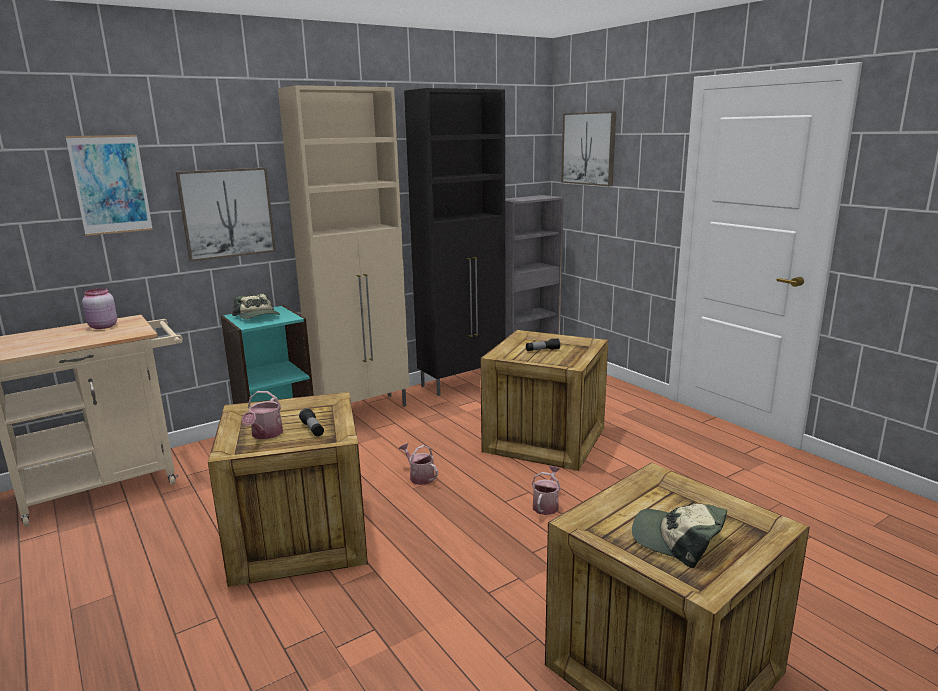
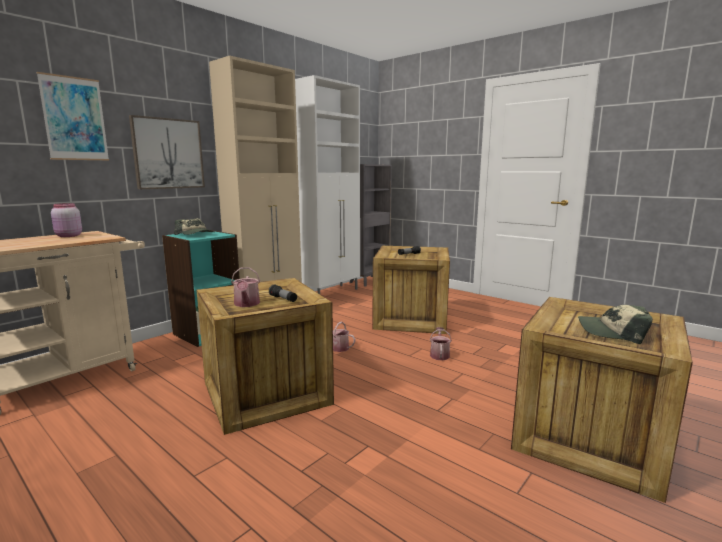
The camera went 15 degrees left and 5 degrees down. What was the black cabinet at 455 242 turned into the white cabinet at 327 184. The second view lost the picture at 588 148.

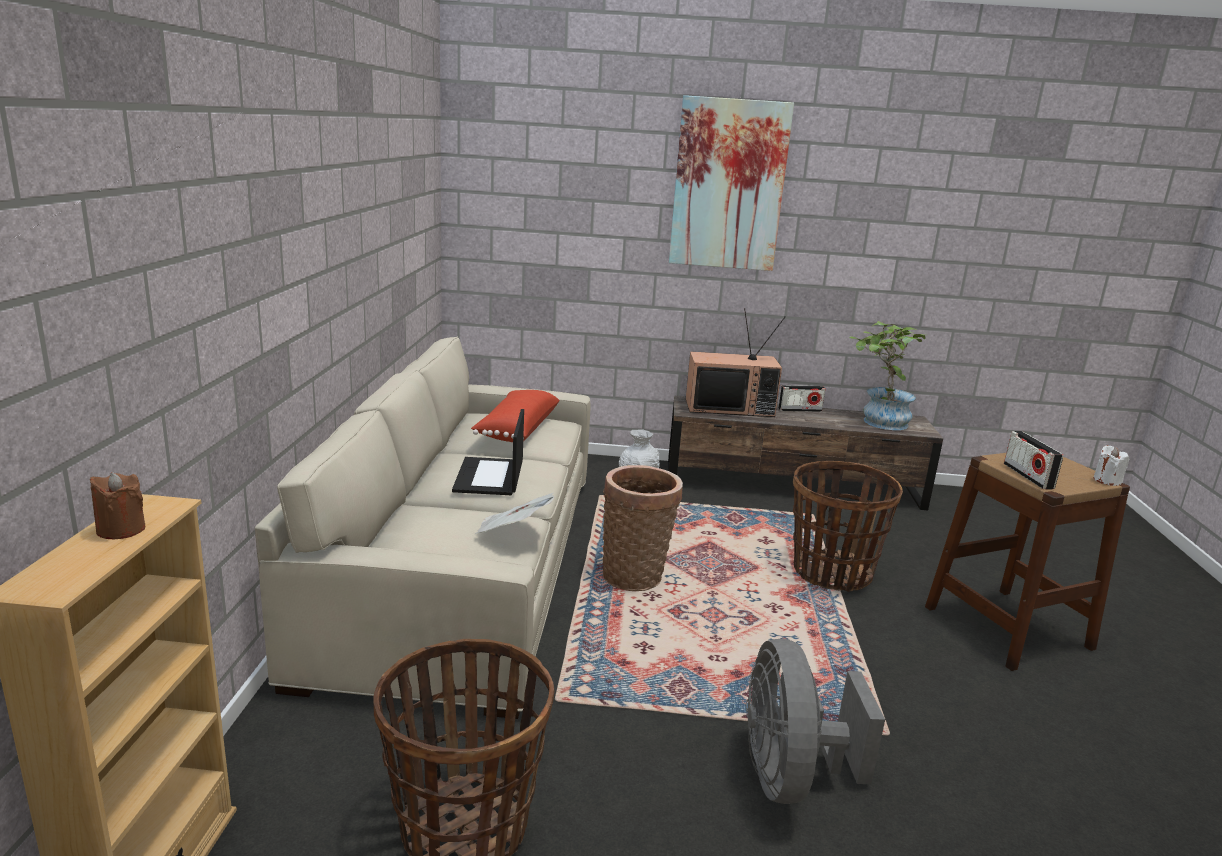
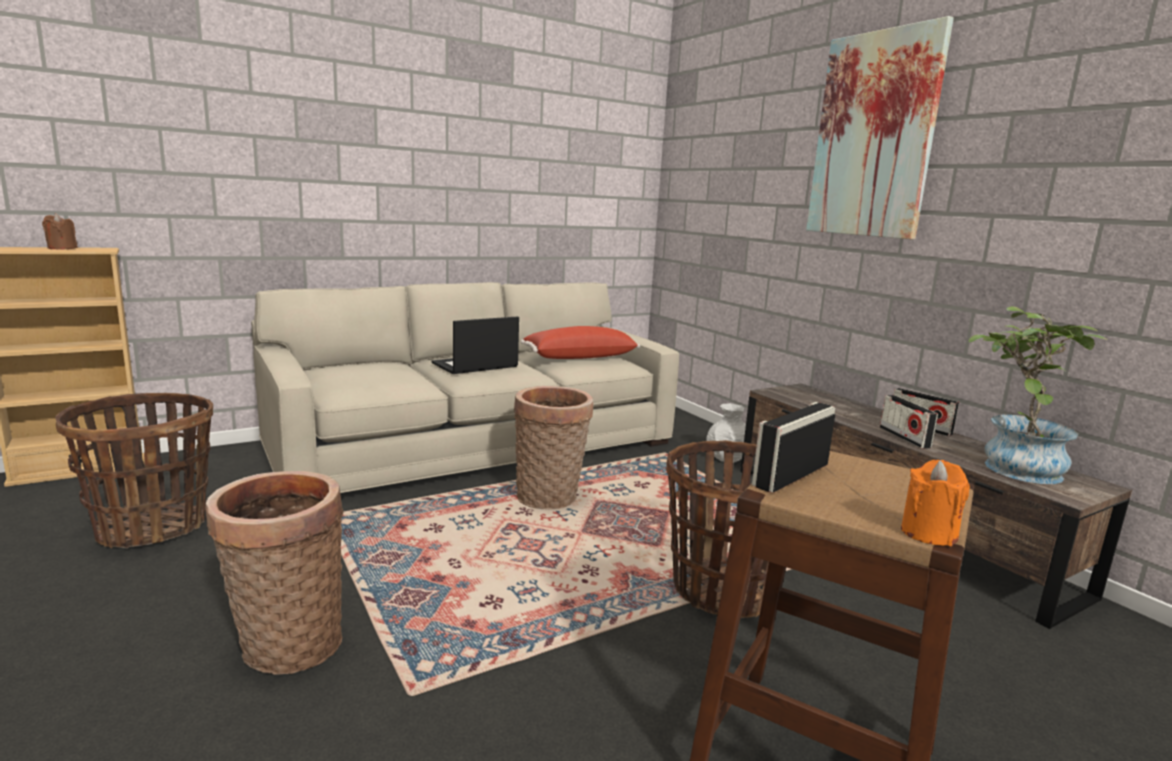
The camera went 55 degrees right and 5 degrees down. Where the grey fan stood at 815 721, the basket came to stand at 274 573. The second view gained the radio at 909 422. What was the white candle at 1111 465 turned into the orange candle at 935 503. The second view lost the newspaper at 515 513. The second view lost the television at 736 362.

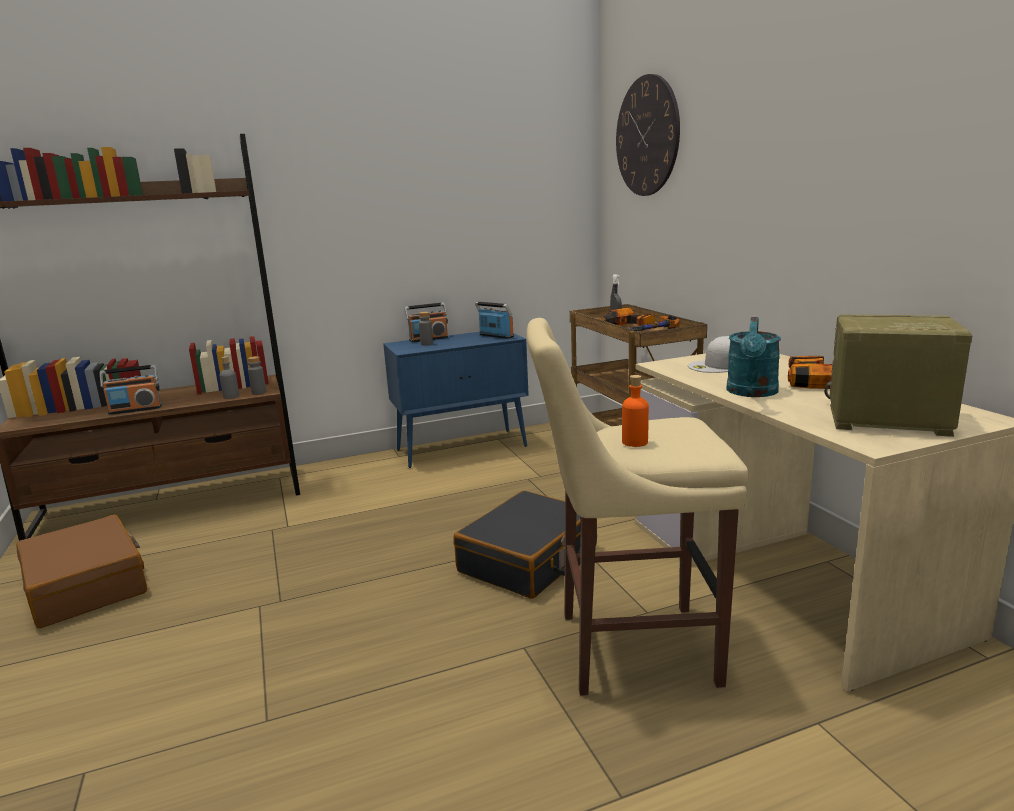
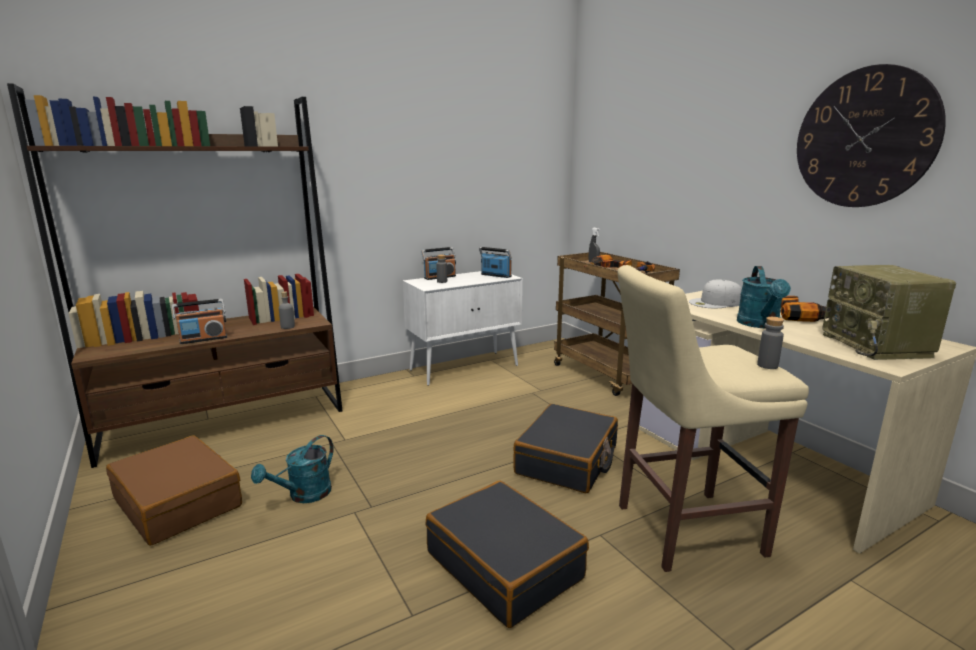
The camera went 10 degrees left and 0 degrees up. The second view gained the turquoise watering can at 292 469. What was the blue cabinet at 456 400 turned into the white cabinet at 463 328. The second view gained the black suitcase at 507 554. The grey bottle ended up elsewhere, having gone from 256 375 to 770 343. The wall clock ended up elsewhere, having gone from 648 135 to 871 135. The radio at 898 375 ended up facing another way, 105 degrees counterclockwise from before. The second view lost the orange bottle at 635 411.

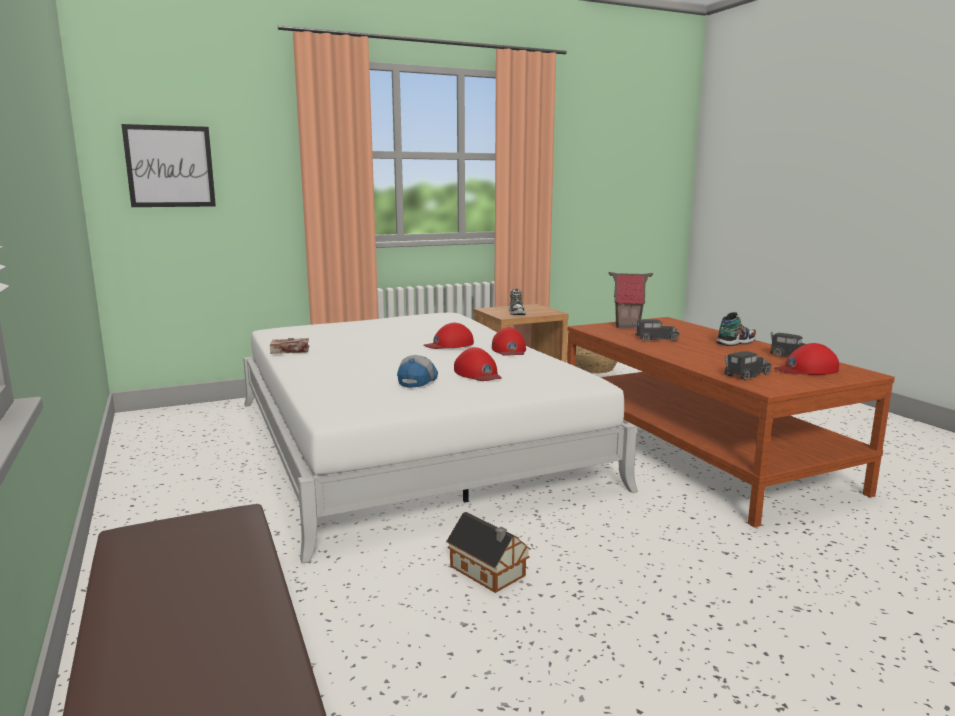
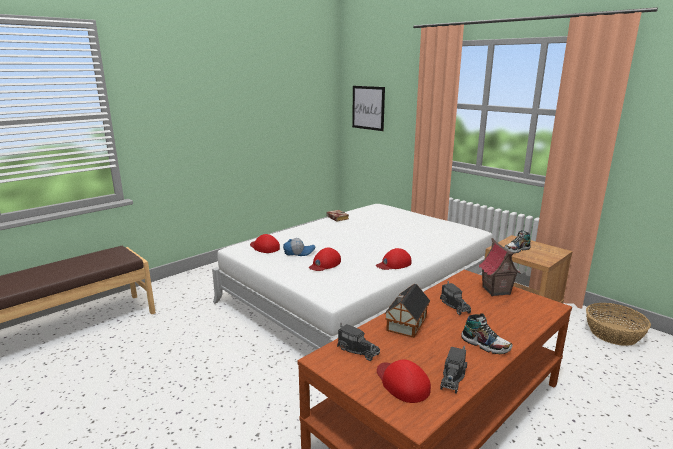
The camera went 70 degrees right and 5 degrees up. The red cap ended up elsewhere, having gone from 449 336 to 265 243. The toy house ended up elsewhere, having gone from 488 552 to 407 311.

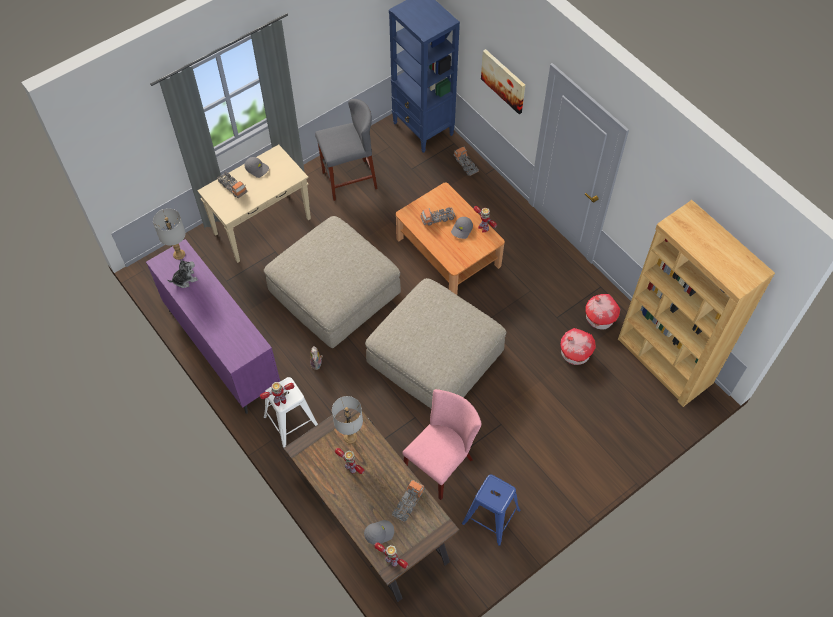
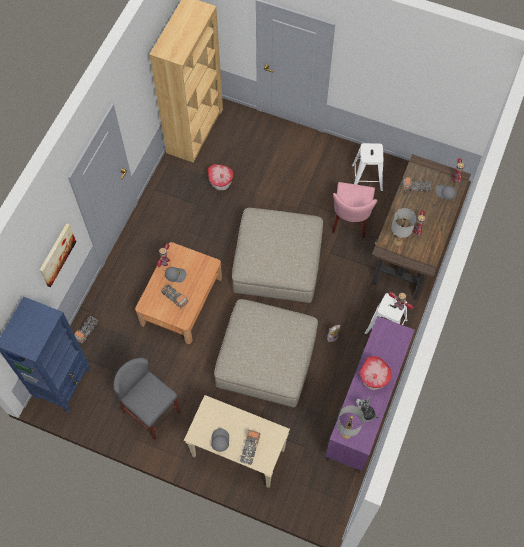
The camera went 120 degrees left and 5 degrees up. The pink chair at 442 444 ended up facing another way, 90 degrees counterclockwise from before. What was the blue stool at 491 510 turned into the white stool at 367 167. The toy house ended up elsewhere, having gone from 603 312 to 375 373.

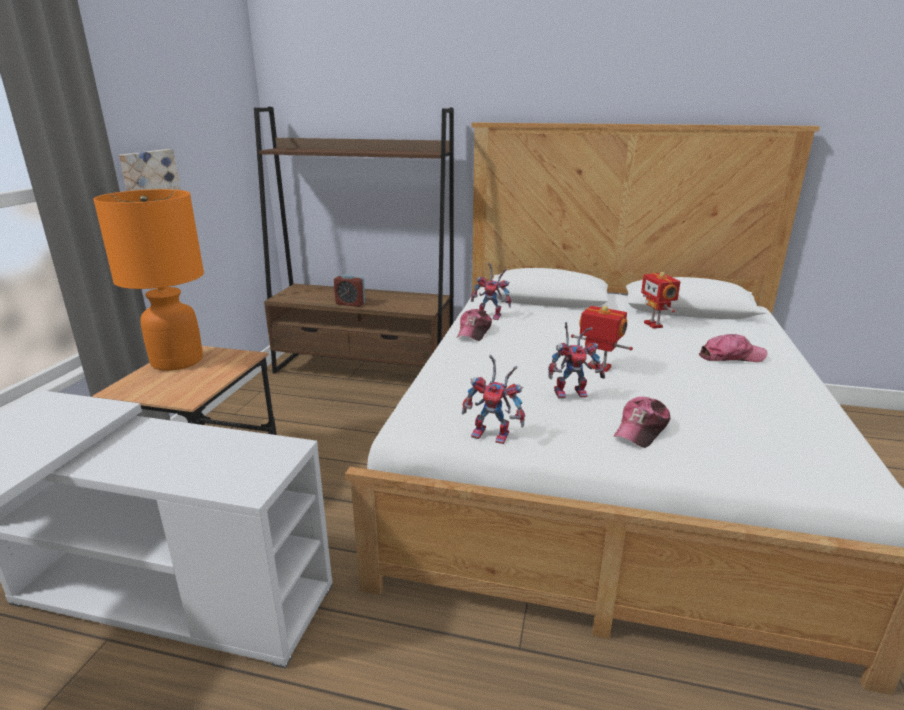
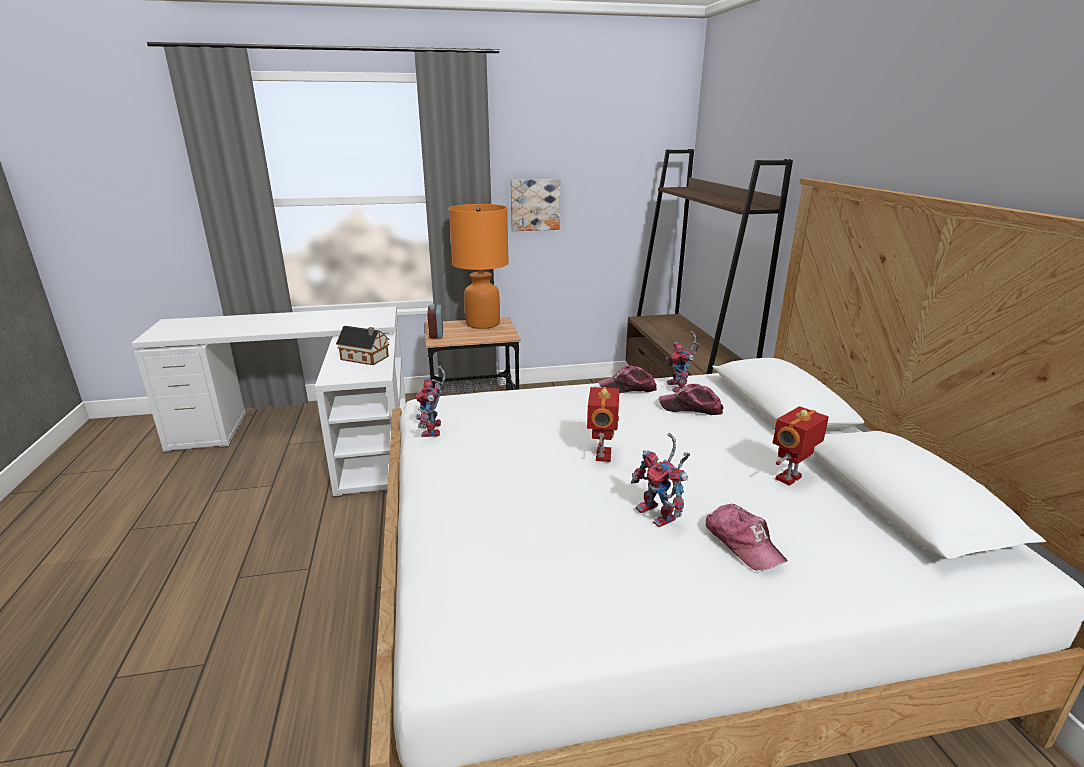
The camera went 65 degrees right and 0 degrees up. The second view gained the toy house at 363 345. The alarm clock ended up elsewhere, having gone from 349 290 to 435 322. The toy robot ended up elsewhere, having gone from 576 360 to 660 480. The cap ended up elsewhere, having gone from 641 422 to 691 399.

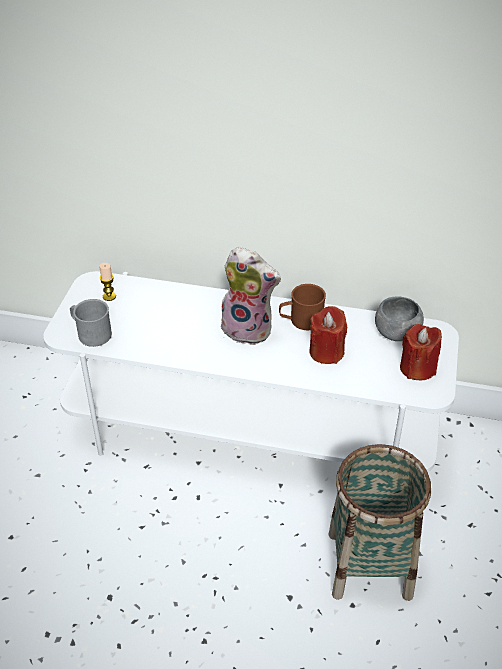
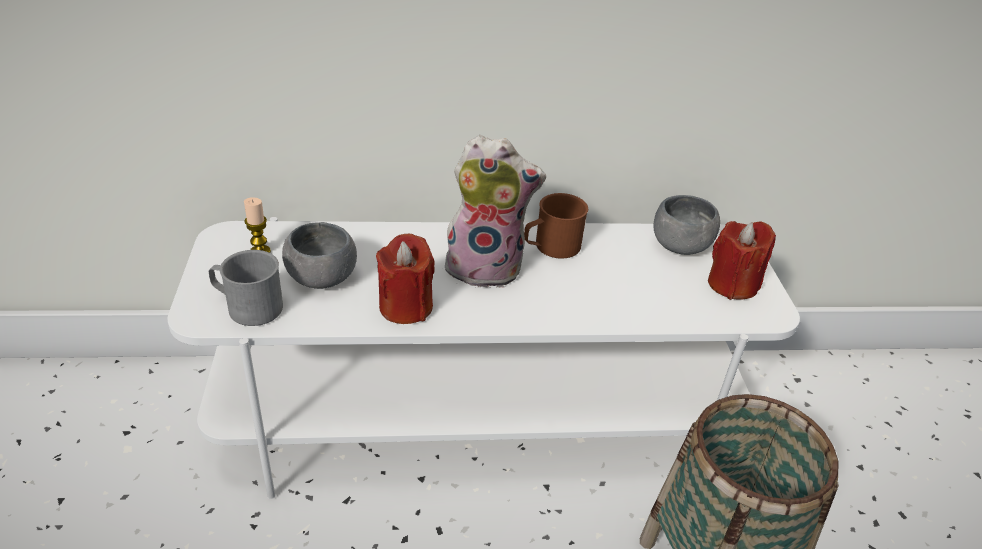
The camera went 20 degrees left and 5 degrees down. The second view gained the grey bowl at 319 255. The red candle ended up elsewhere, having gone from 328 335 to 405 279.

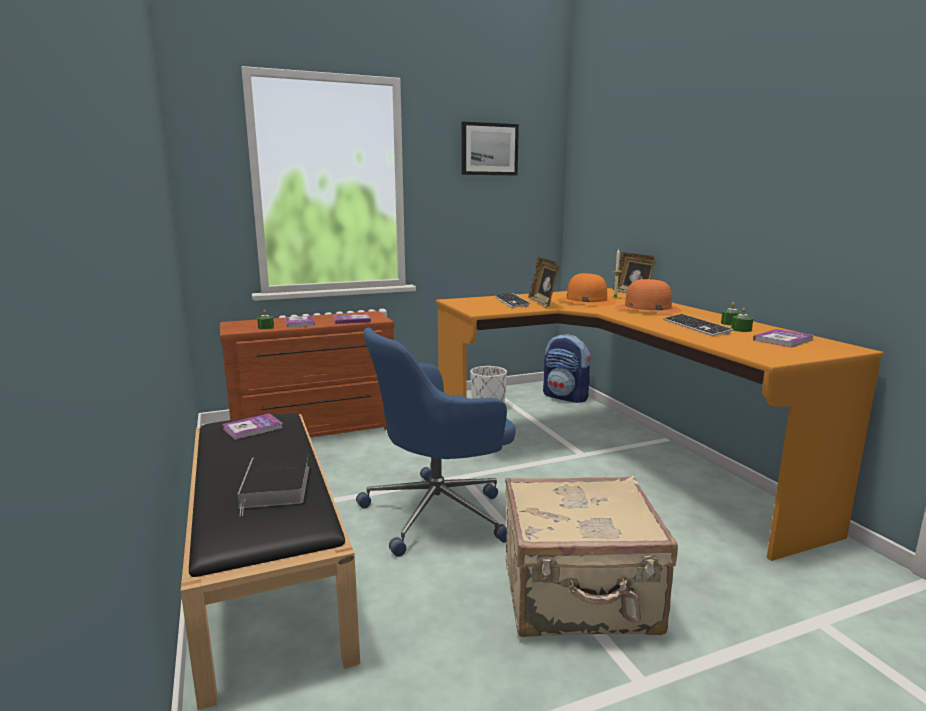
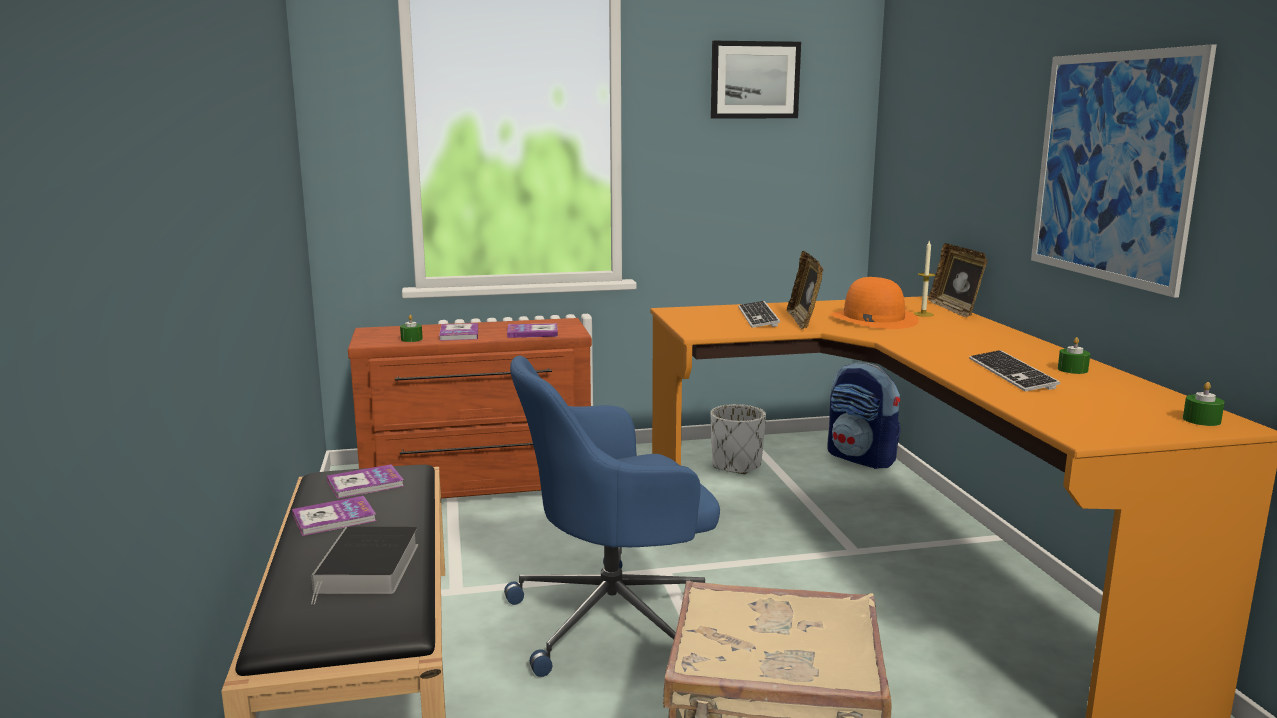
The camera went 10 degrees right and 0 degrees up. The book ended up elsewhere, having gone from 783 338 to 334 516. The second view gained the picture at 1124 171. The green candle ended up elsewhere, having gone from 742 319 to 1204 404. The second view lost the orange hat at 648 296.

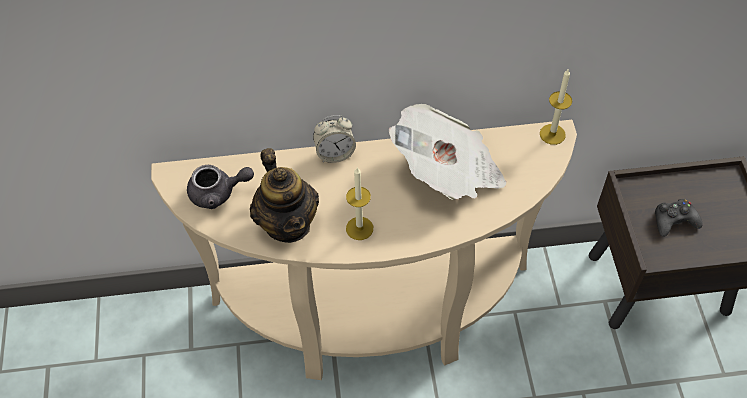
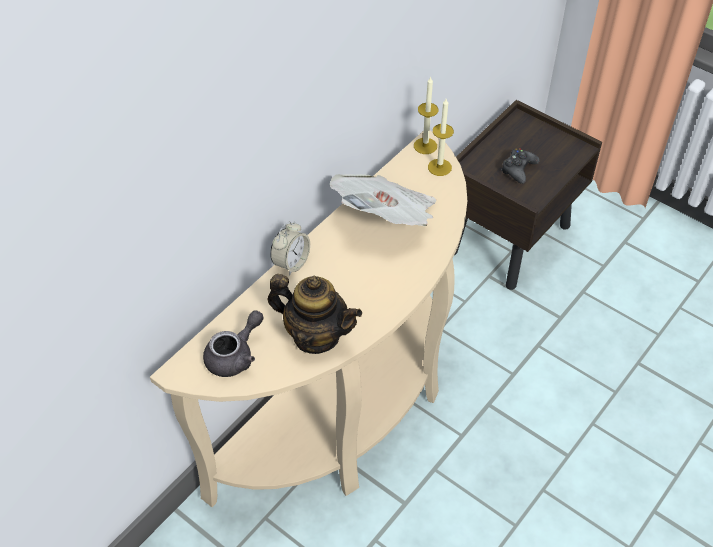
The camera went 45 degrees left and 5 degrees down. The candle ended up elsewhere, having gone from 359 204 to 441 137.

